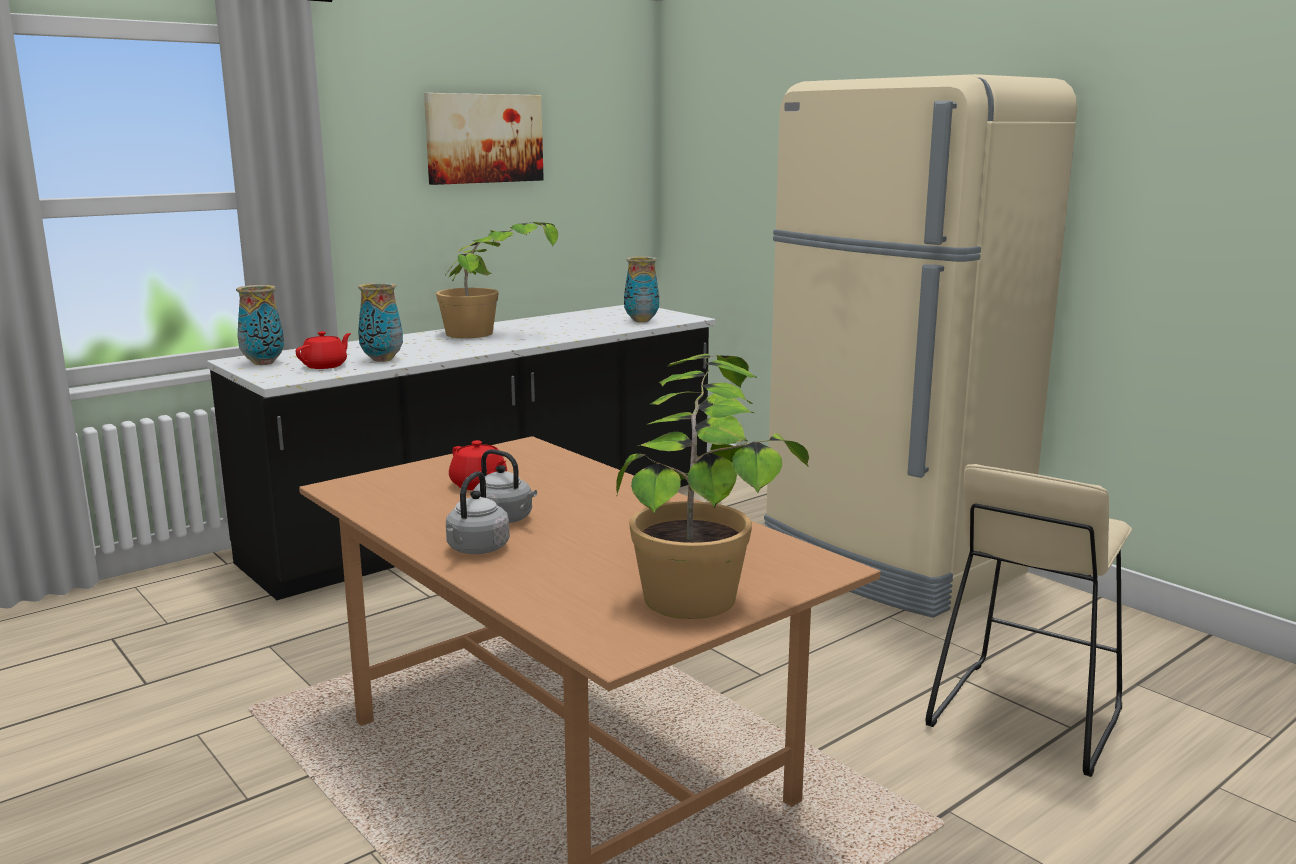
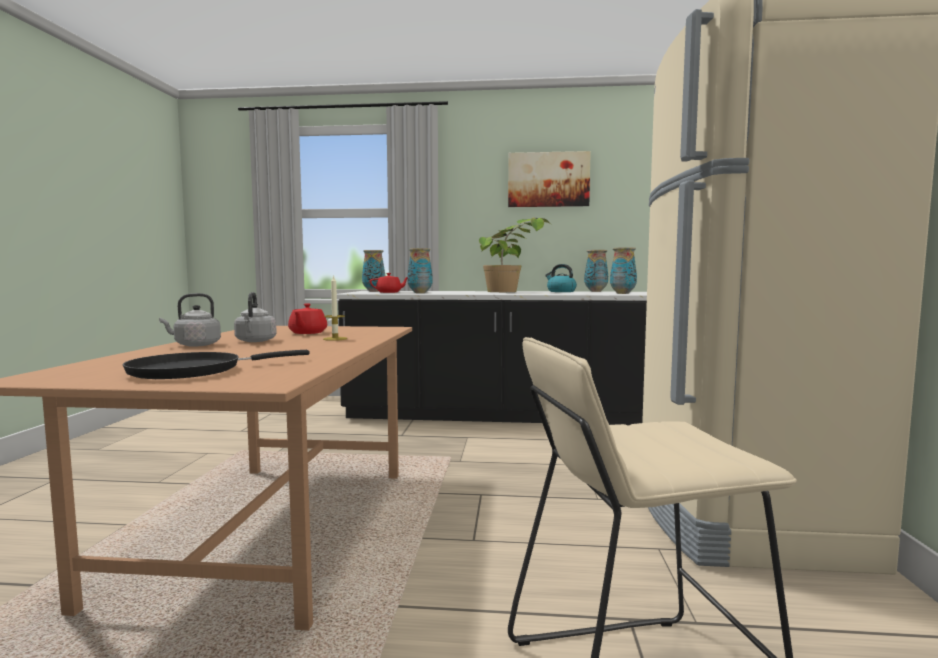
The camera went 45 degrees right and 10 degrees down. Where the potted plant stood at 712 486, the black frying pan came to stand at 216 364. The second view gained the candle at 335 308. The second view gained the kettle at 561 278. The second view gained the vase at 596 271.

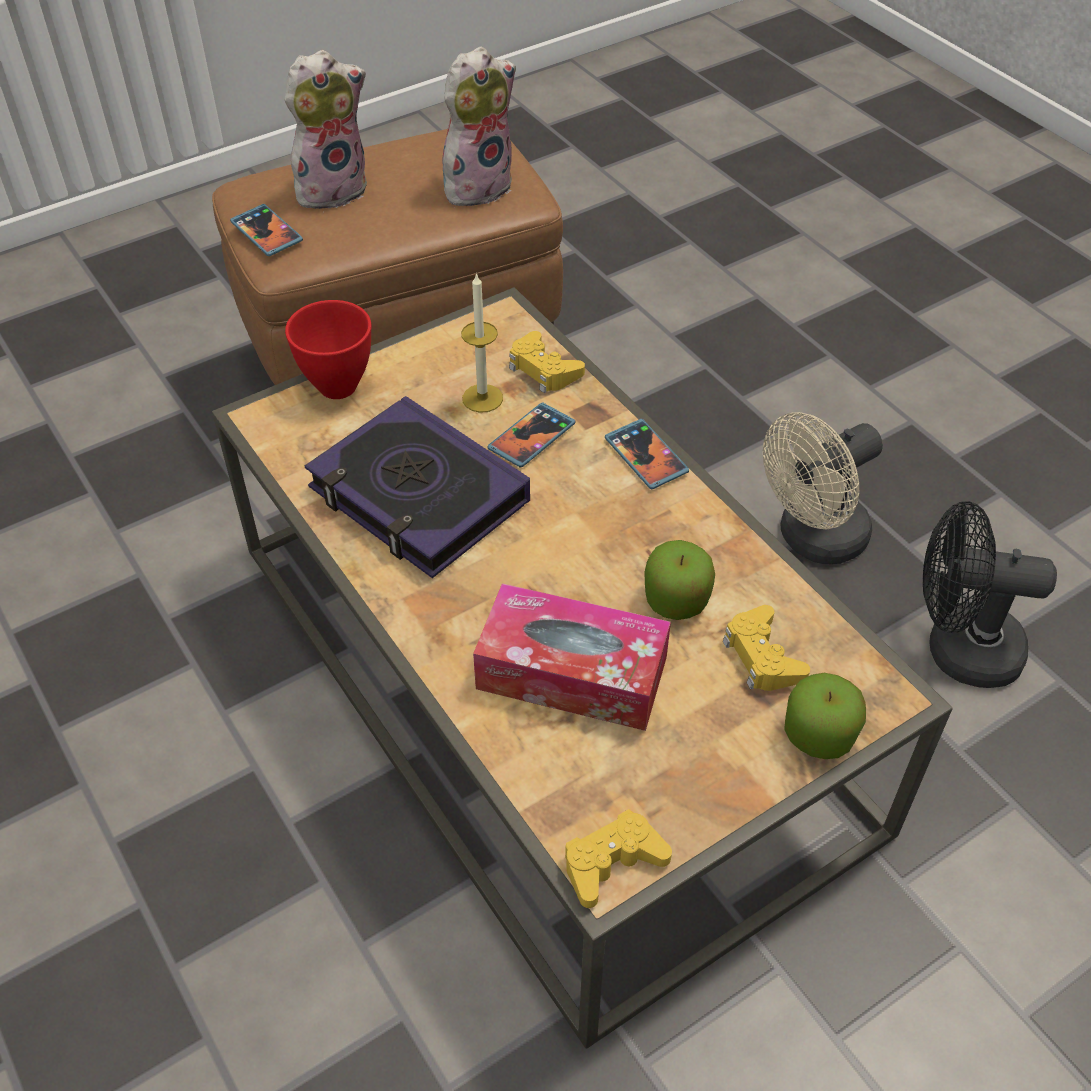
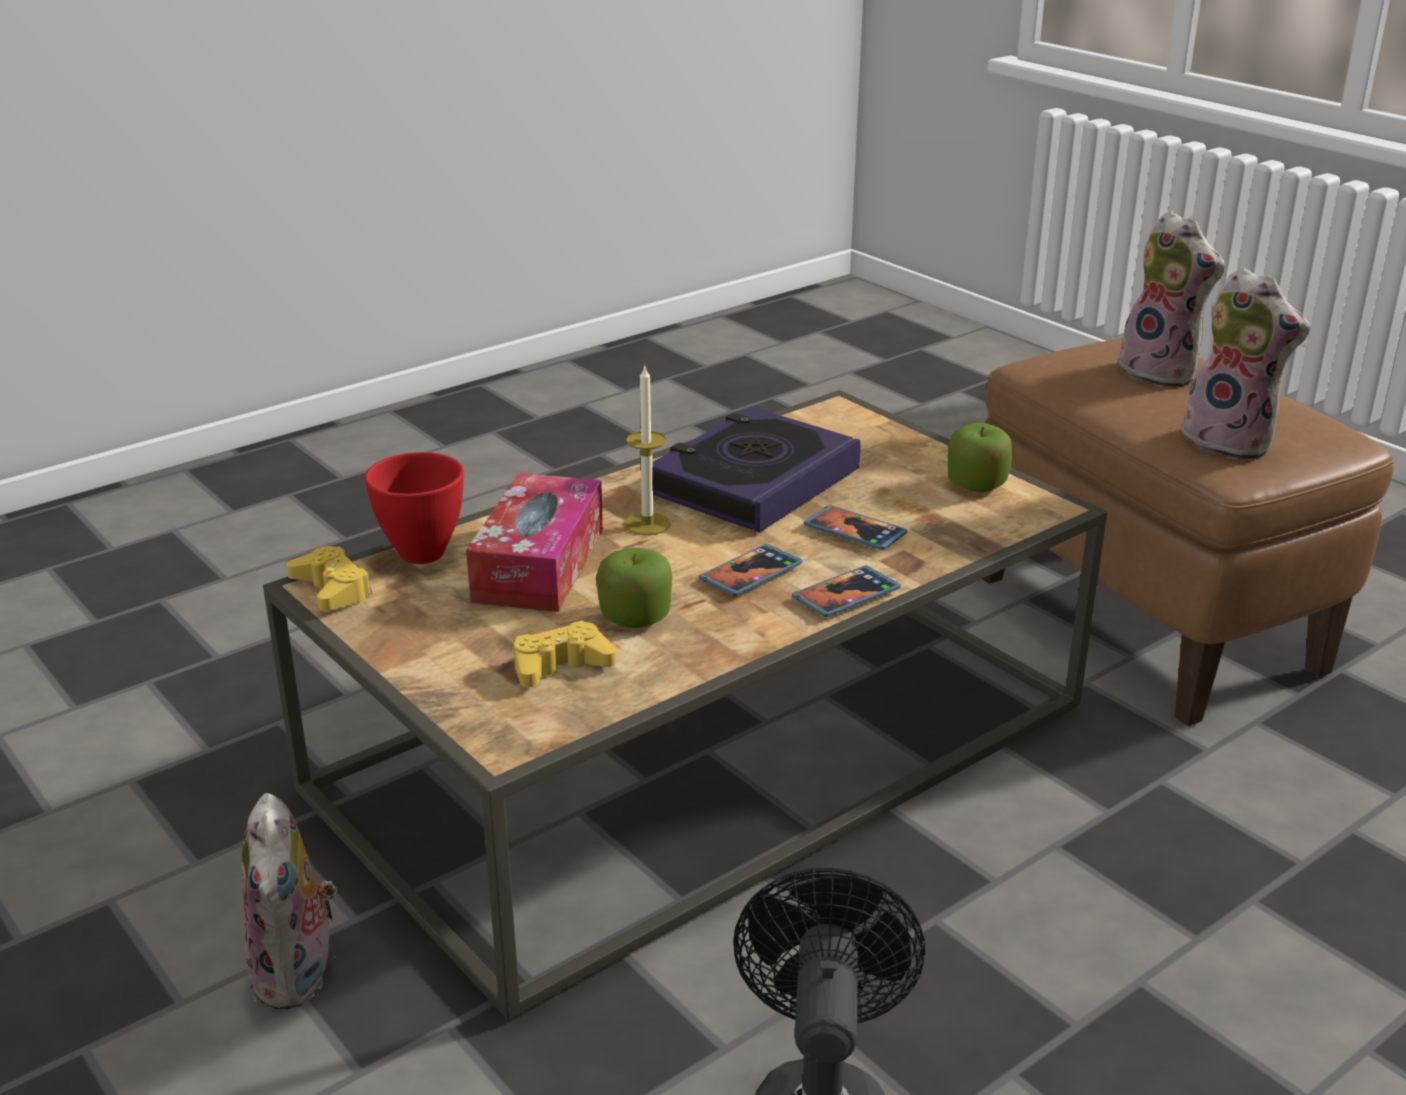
The camera went 85 degrees right and 20 degrees down. The second view gained the plush toy at 289 901. The red bowl ended up elsewhere, having gone from 328 349 to 414 508. The candle ended up elsewhere, having gone from 482 343 to 648 449. The phone ended up elsewhere, having gone from 266 230 to 750 570. The apple ended up elsewhere, having gone from 825 716 to 980 457. The second view lost the yellow game controller at 547 362. The second view lost the beige fan at 823 488.

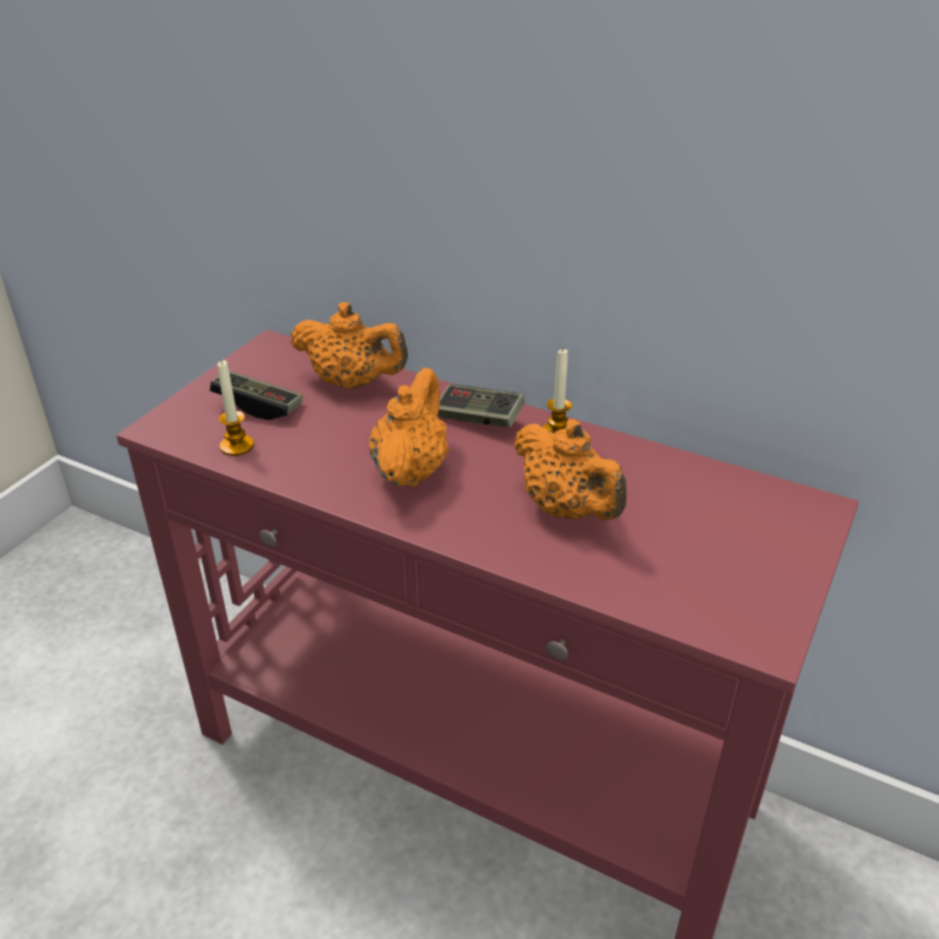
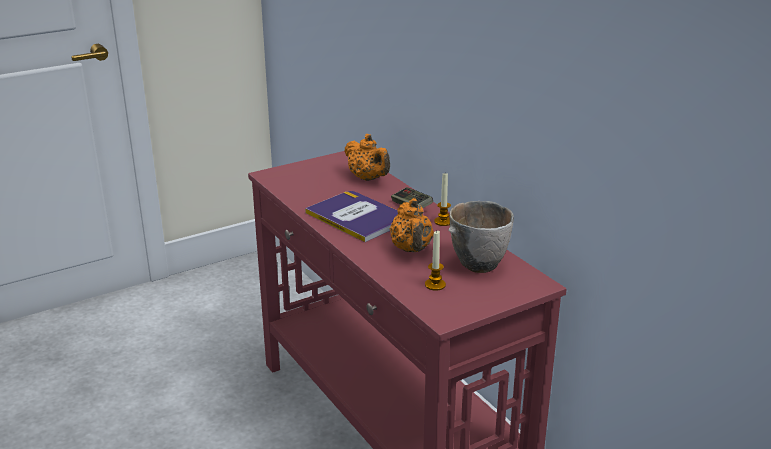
The camera went 30 degrees right and 10 degrees down. Where the orange teapot stood at 409 427, the book came to stand at 351 216. The candle ended up elsewhere, having gone from 235 408 to 435 261. The second view gained the bowl at 481 237. The second view lost the game controller at 256 395.

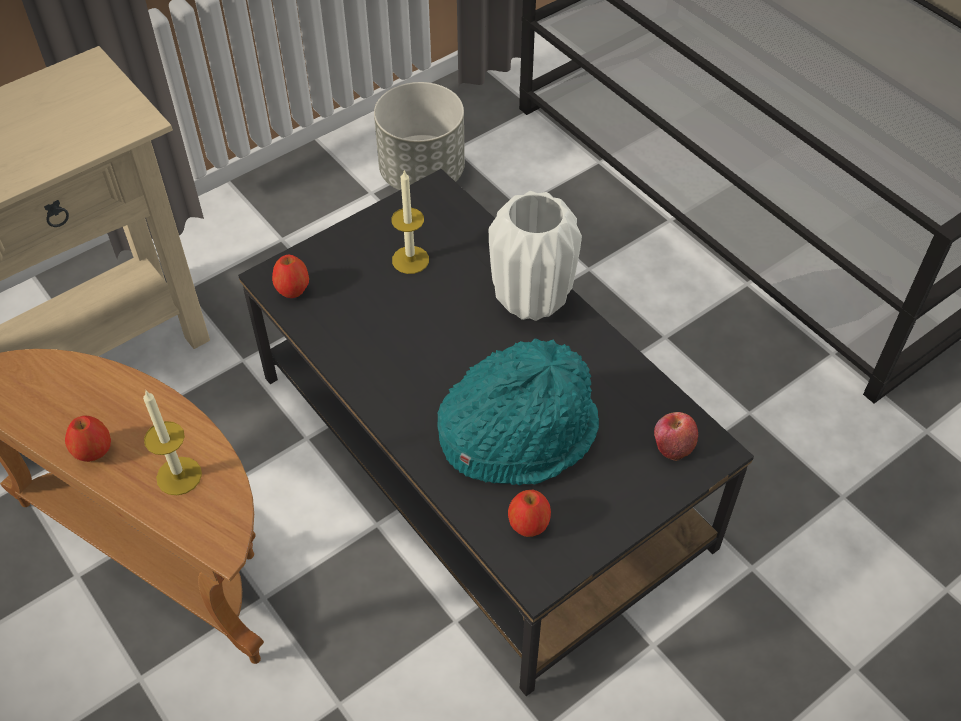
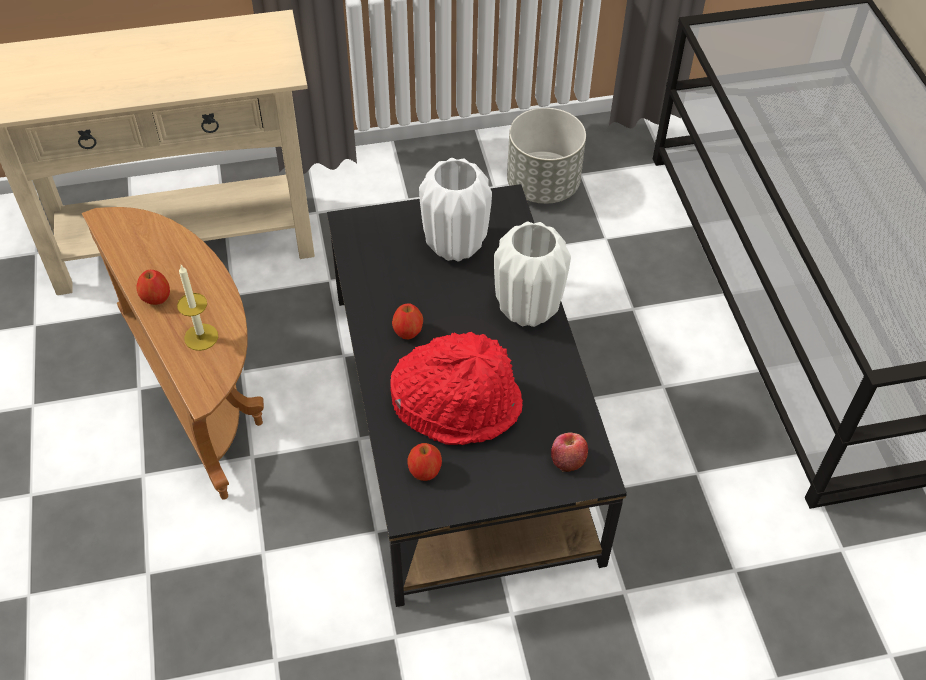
The camera went 25 degrees right and 0 degrees up. What was the turquoise hat at 518 412 turned into the red hat at 456 388. The apple ended up elsewhere, having gone from 290 276 to 407 321. Where the candle stood at 410 221, the white vase came to stand at 455 209.

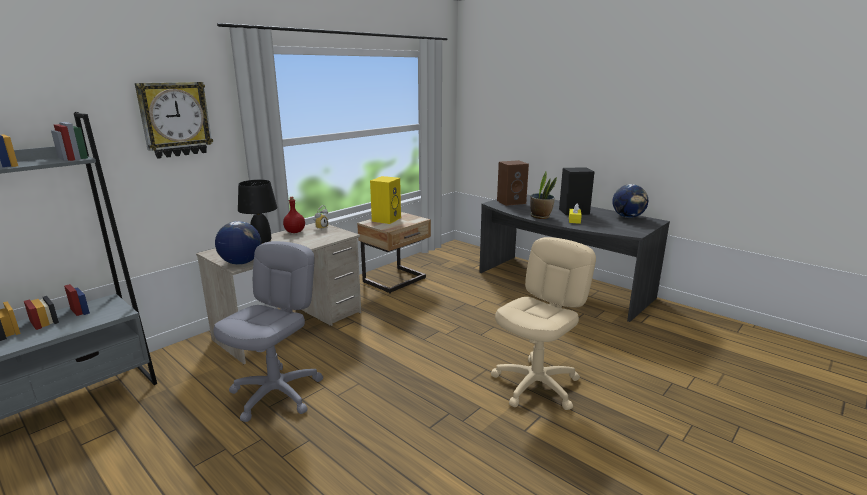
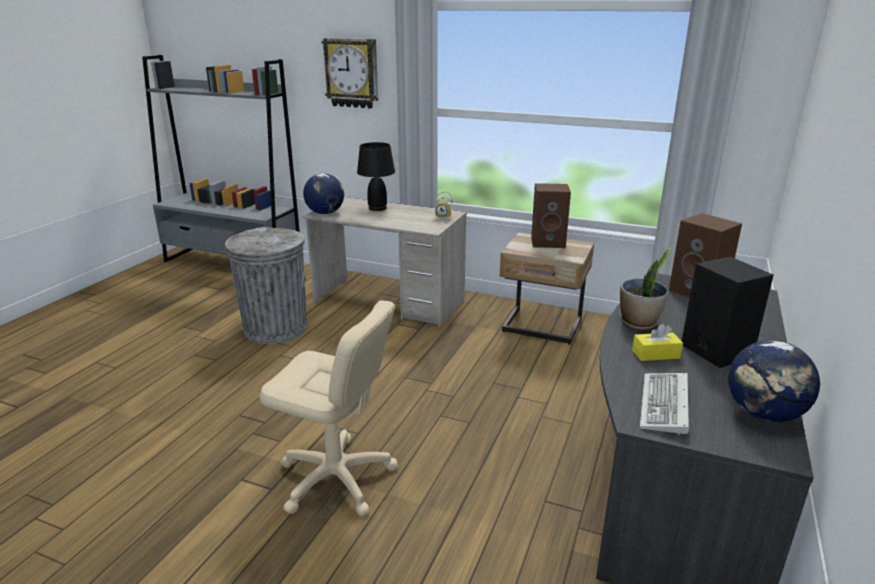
The camera went 70 degrees right and 5 degrees up. Where the grey office chair stood at 268 331, the grey trash can came to stand at 266 285. What was the yellow speaker at 385 200 turned into the brown speaker at 551 215. The second view gained the keyboard at 664 404. The second view lost the red bottle at 294 215.

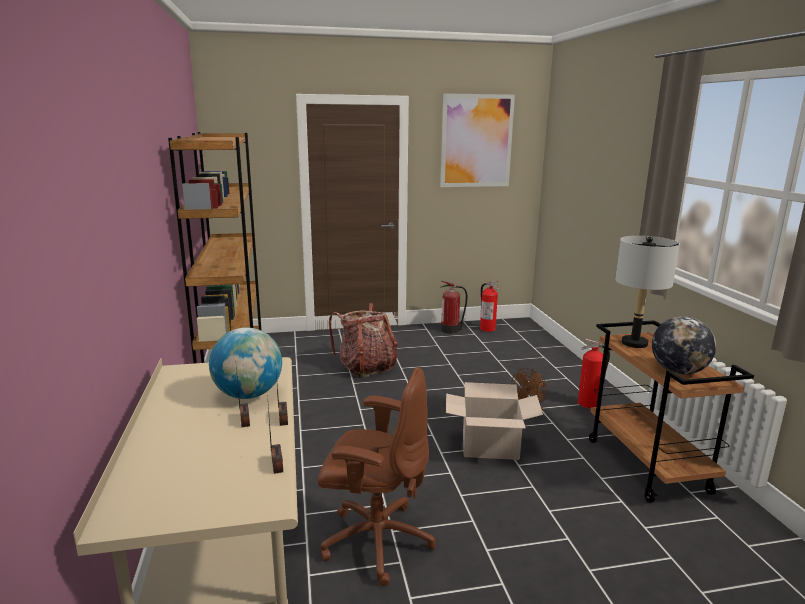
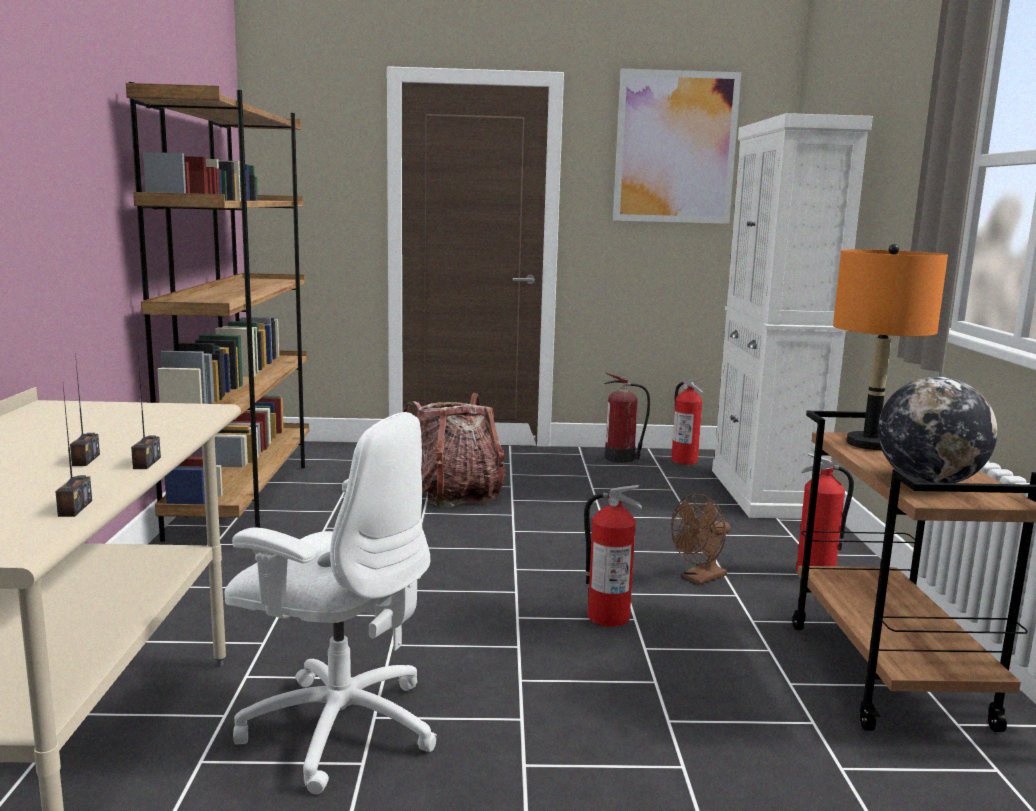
The camera went 10 degrees right and 5 degrees down. What was the brown office chair at 377 476 turned into the white office chair at 331 603. Where the cardboard box stood at 494 421, the fire extinguisher came to stand at 613 556. The second view gained the white cabinet at 792 316. What was the grey table lamp at 647 292 turned into the orange table lamp at 890 347. The second view lost the globe at 245 363.

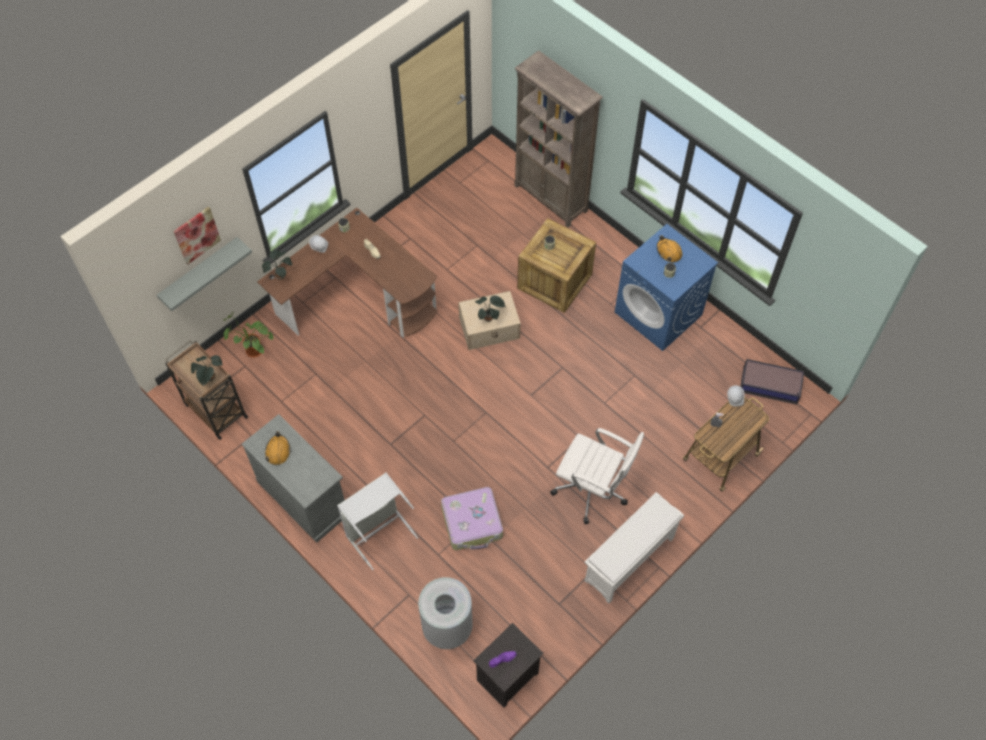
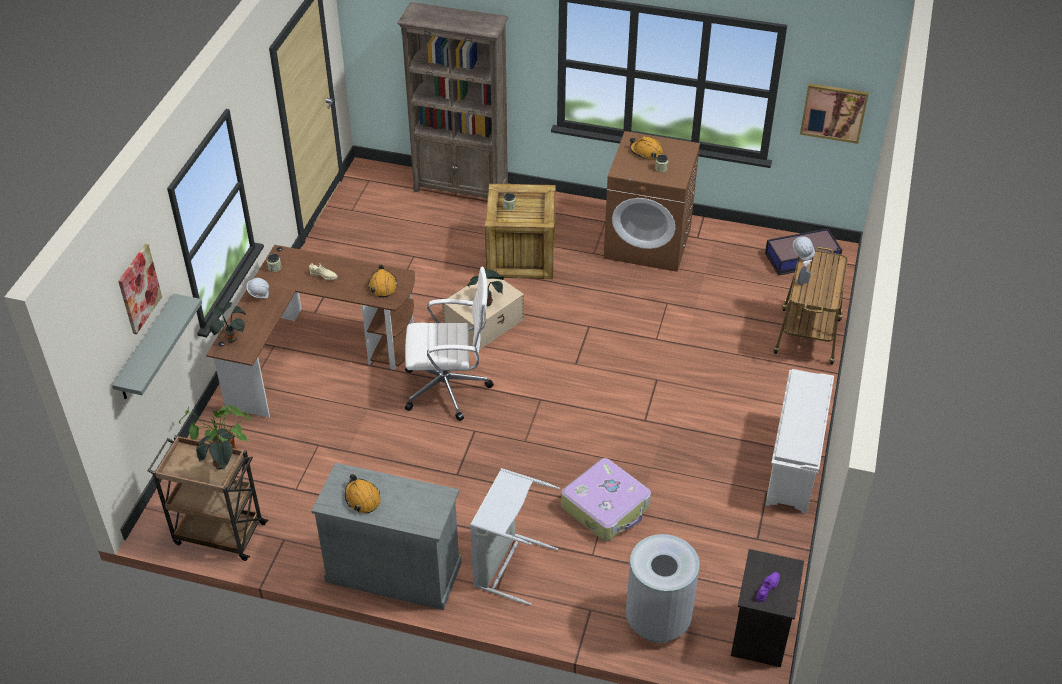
The camera went 30 degrees left and 15 degrees down. The second view gained the orange hard hat at 383 280. The white office chair ended up elsewhere, having gone from 597 476 to 449 344. What was the blue washing machine at 666 287 turned into the brown washing machine at 652 201. The second view gained the picture at 834 113.

